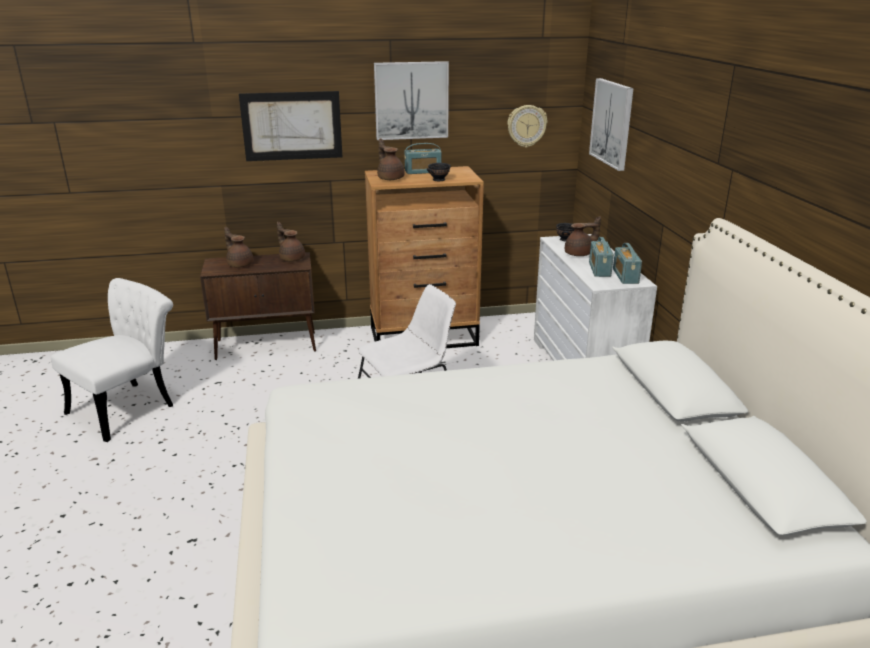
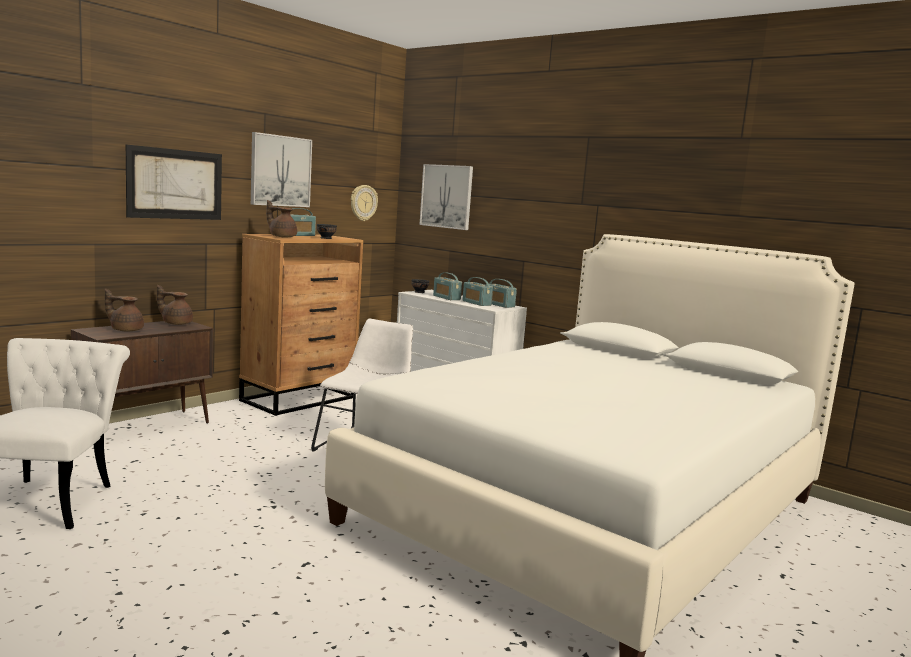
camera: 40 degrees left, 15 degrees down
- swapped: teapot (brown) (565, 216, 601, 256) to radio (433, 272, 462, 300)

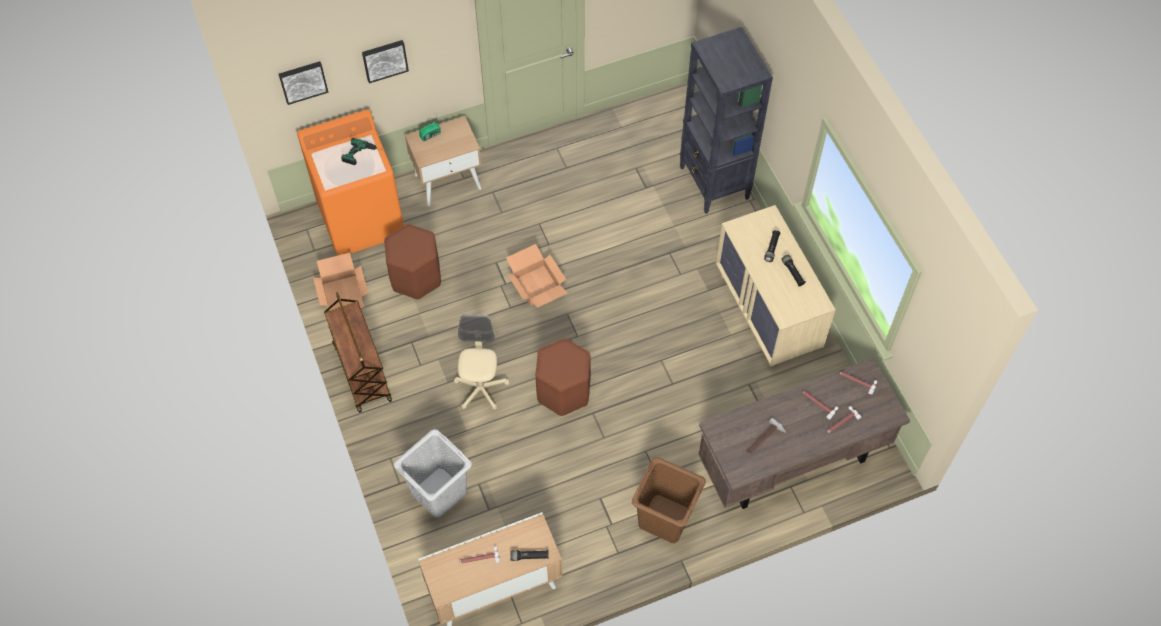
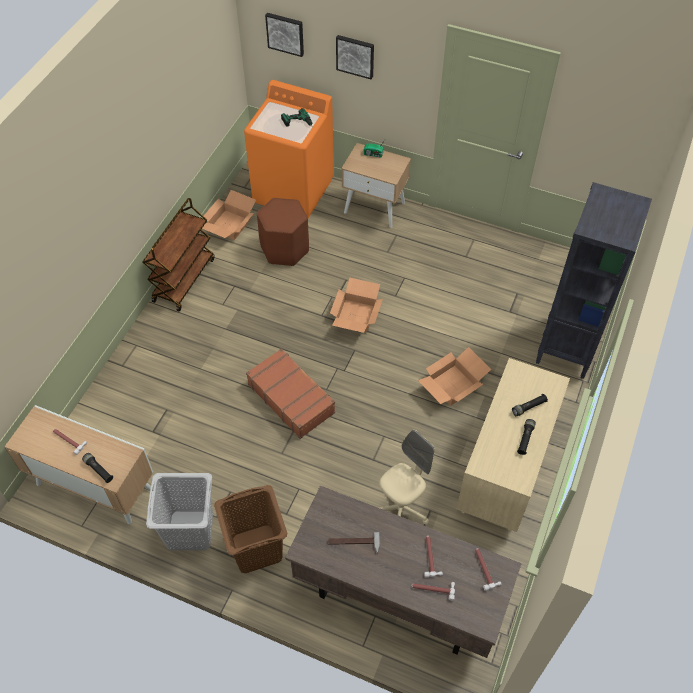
camera: 45 degrees right, 5 degrees down
- shifted: laundry basket (grey) (394, 429, 472, 518) to (146, 473, 213, 550)
- swapped: stool (brown) (535, 338, 591, 416) to suitcase (brown) (246, 348, 335, 439)
- shifted: office chair (beige) (454, 314, 510, 410) to (379, 430, 435, 525)
- new: cardboard box (418, 347, 491, 406)

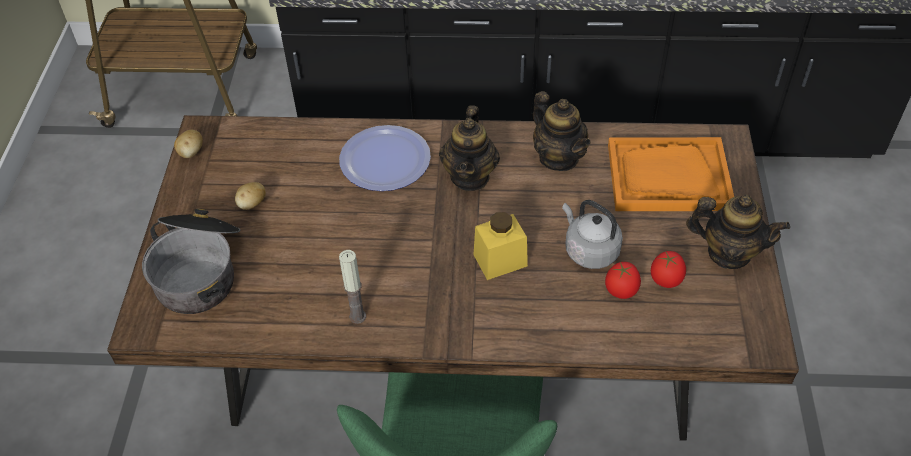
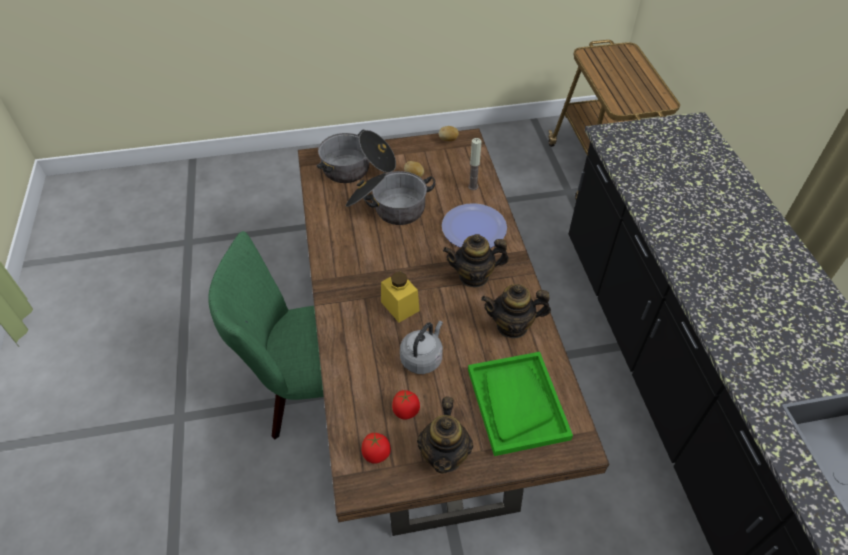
camera: 75 degrees right, 0 degrees up
- new: cooking pot (346, 171, 435, 225)
- shifted: tomato (605, 262, 641, 299) to (361, 433, 391, 464)
- shifted: candle (339, 250, 366, 324) to (468, 138, 482, 190)
- repainted: tray (orange) (608, 137, 734, 211) to tray (green) (468, 352, 573, 456)
- rotated: teapot (533, 91, 591, 171) = (481, 284, 551, 339) 45 degrees clockwise

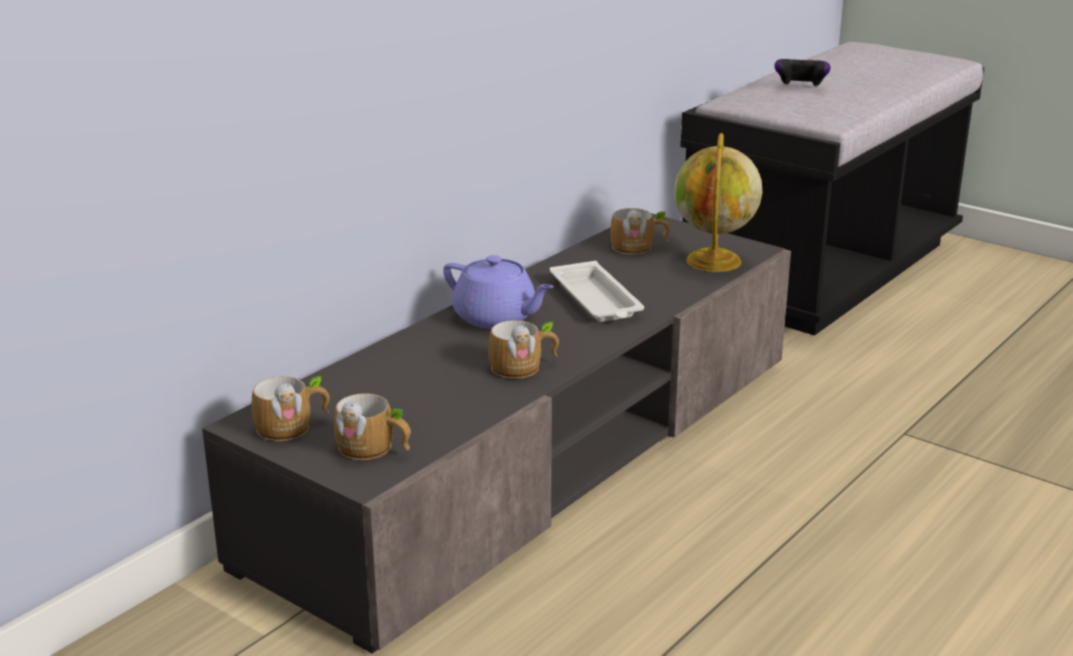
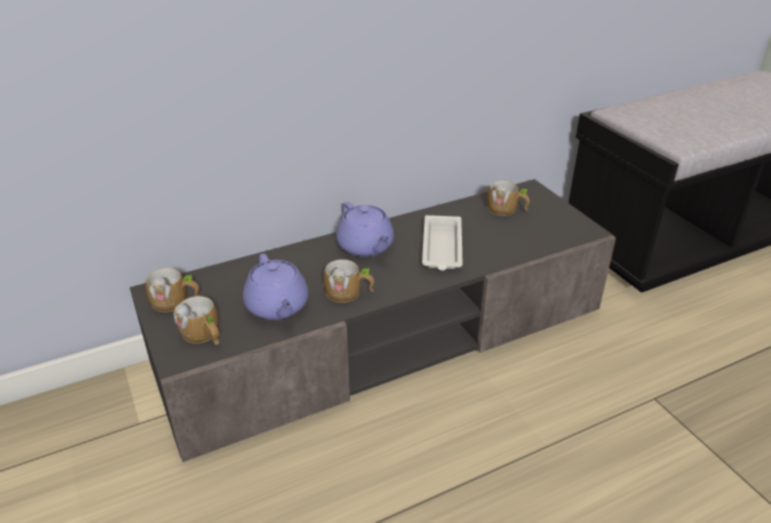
camera: 25 degrees right, 10 degrees up
- new: teapot (purple) (243, 254, 309, 320)
- gone: globe (674, 133, 762, 272)
- gone: game controller (774, 59, 830, 87)

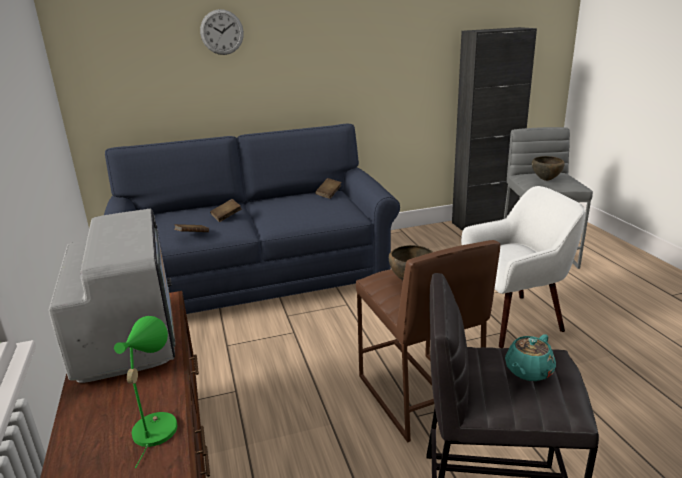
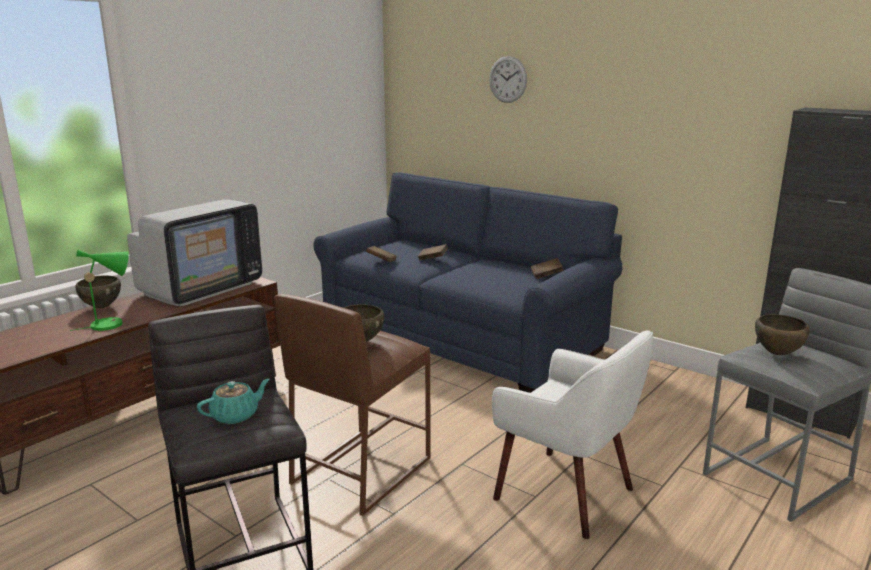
camera: 55 degrees right, 5 degrees down
- new: bowl (brown) (75, 275, 121, 308)
- rotated: teapot (turquoise) (505, 334, 556, 381) = (197, 379, 270, 424) 135 degrees clockwise

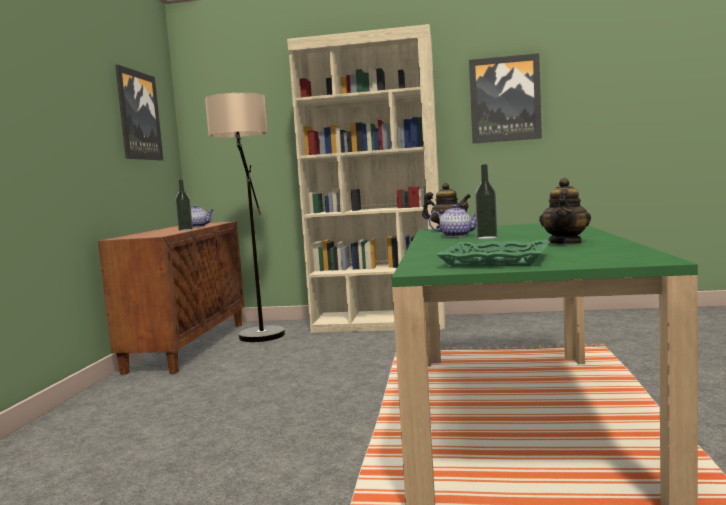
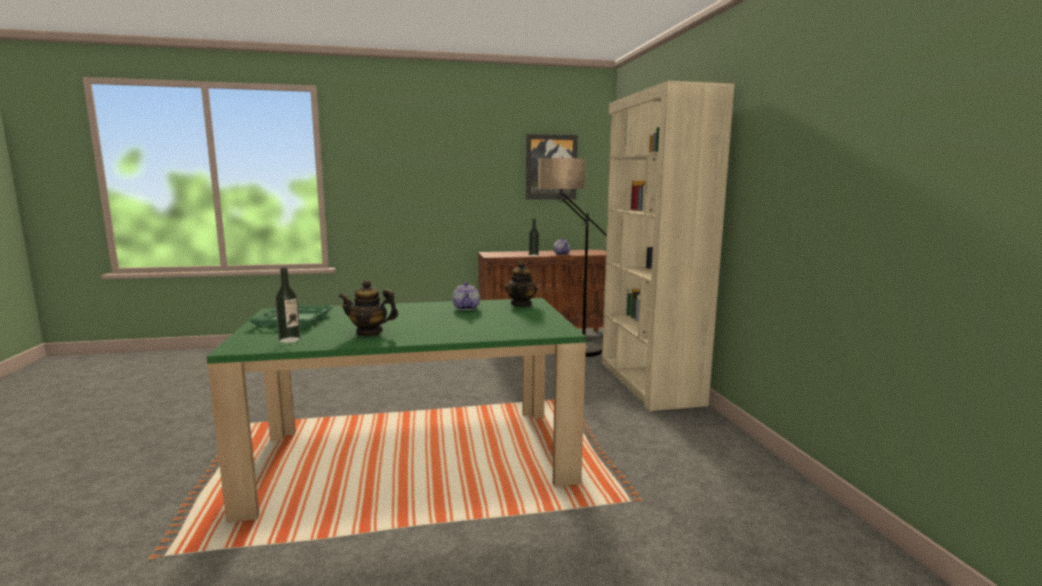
camera: 70 degrees right, 5 degrees up
- shifted: bottle (475, 164, 497, 239) to (275, 267, 301, 343)
- gone: picture (469, 53, 542, 144)

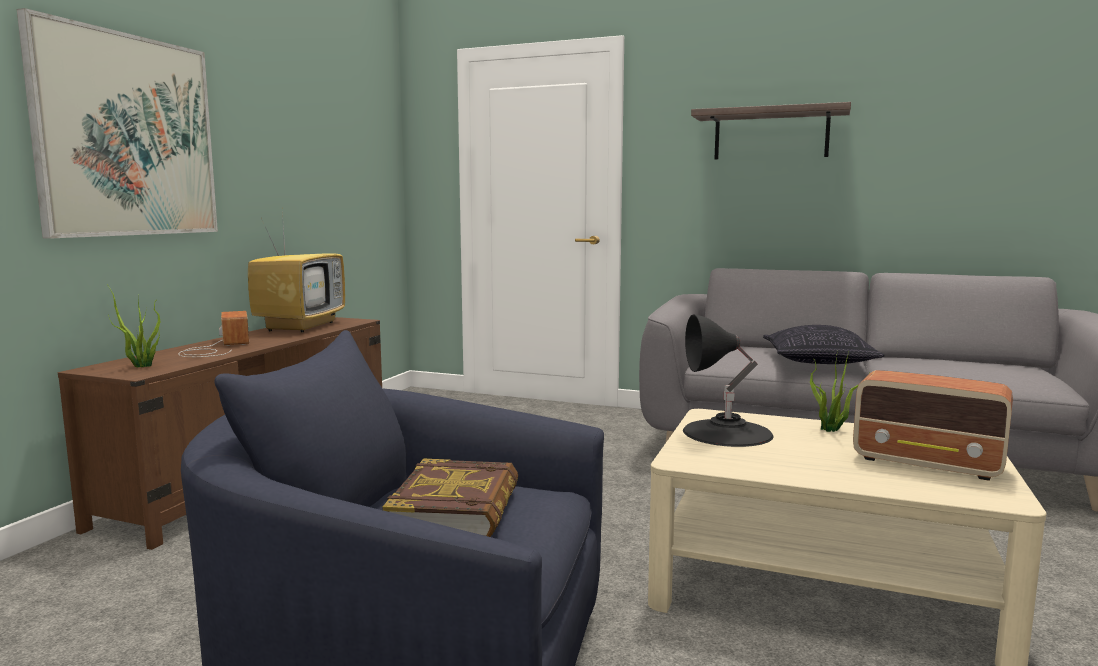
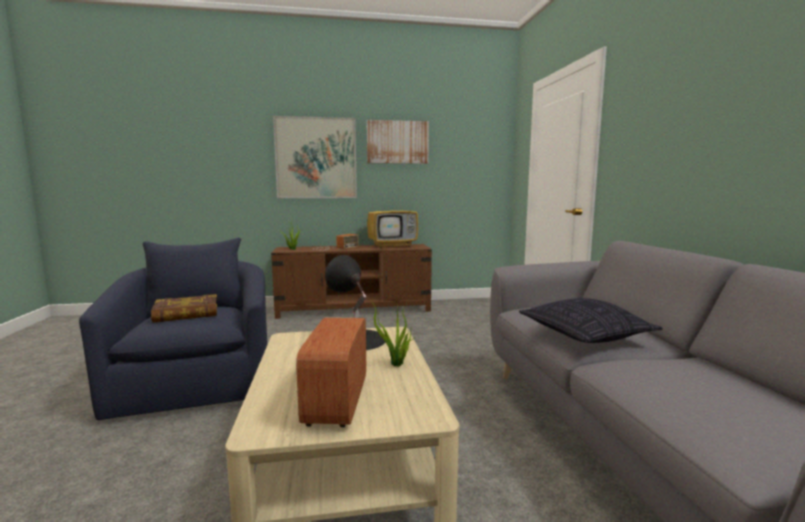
camera: 60 degrees right, 0 degrees up
- new: picture (367, 120, 429, 164)
- gone: shelf (691, 102, 851, 160)

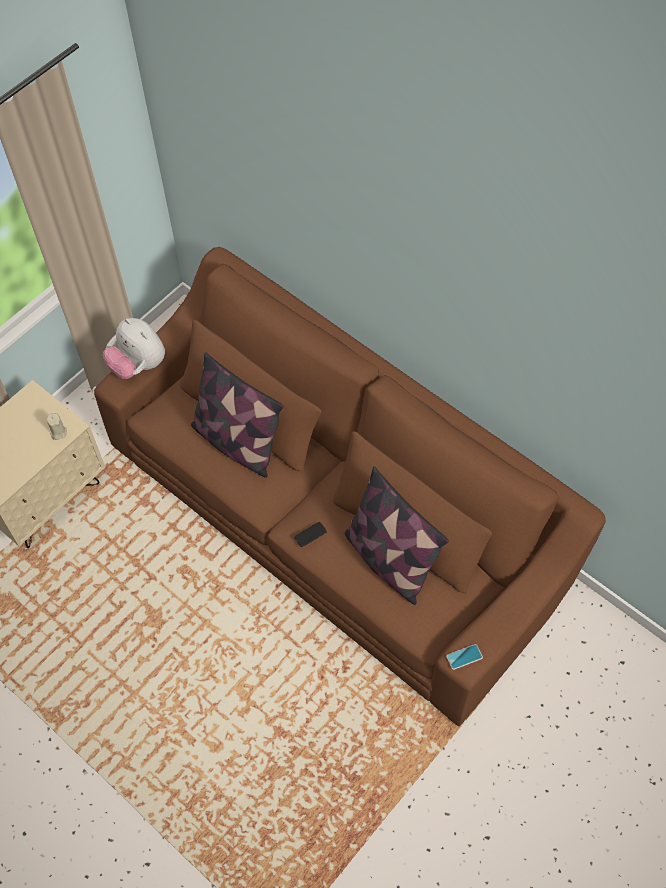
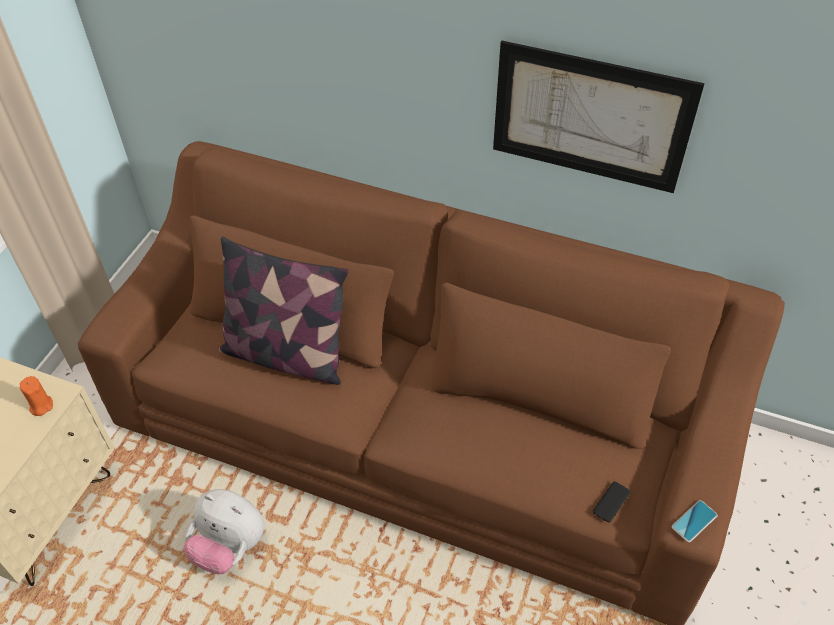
camera: 20 degrees left, 10 degrees down
- repainted: candle (beige) (46, 413, 67, 440) to candle (orange) (20, 376, 53, 416)
- shifted: plush toy (103, 318, 165, 379) to (183, 489, 264, 575)
- new: picture (493, 41, 705, 193)
- shifted: phone (294, 522, 327, 547) to (593, 481, 631, 523)
- gone: pillow (344, 467, 449, 605)

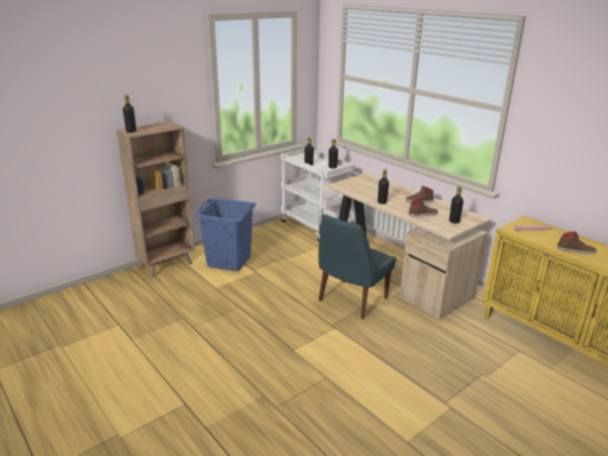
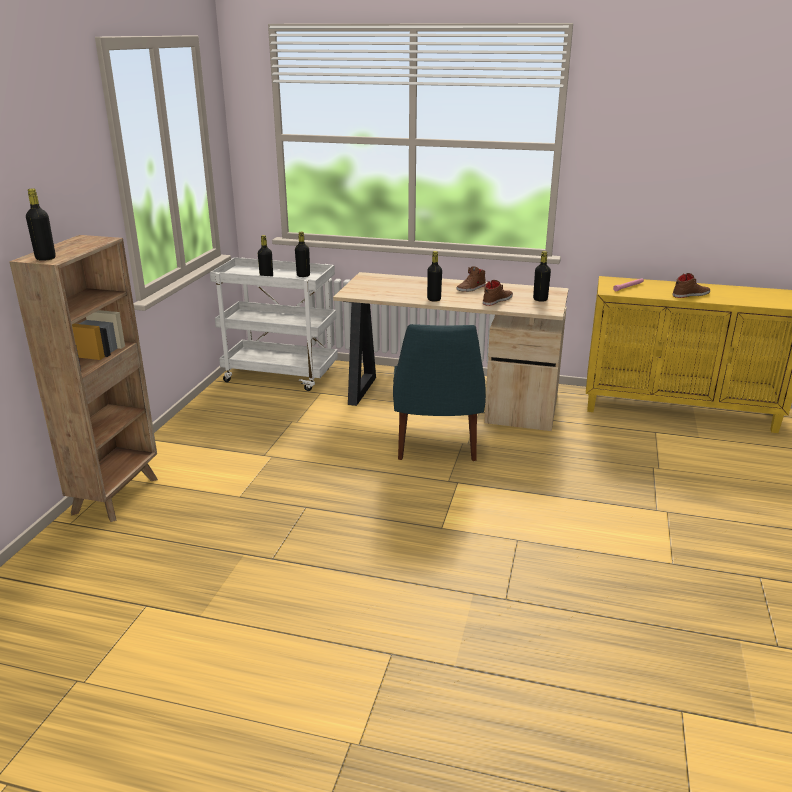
camera: 35 degrees left, 0 degrees up
- gone: laundry basket (blue) (195, 198, 256, 271)

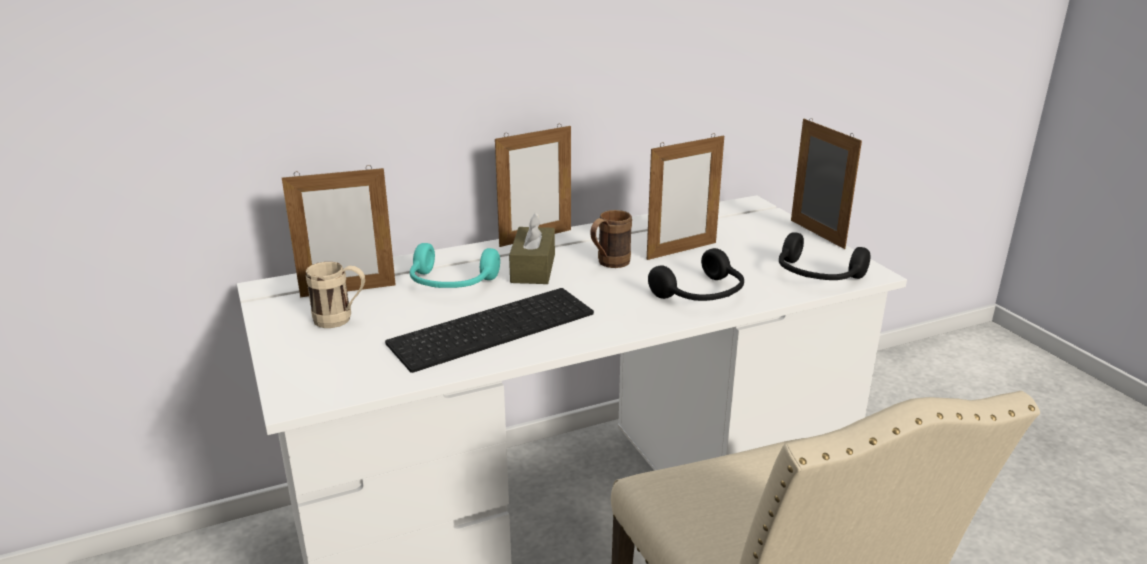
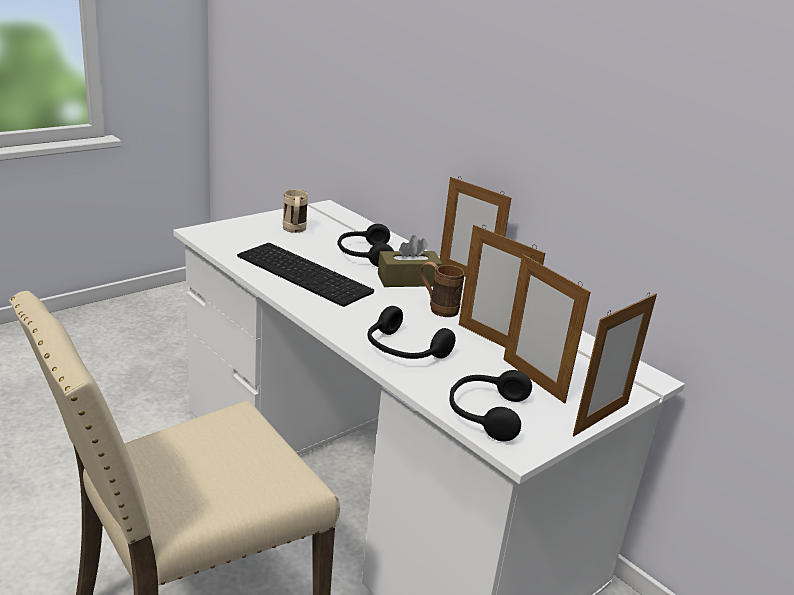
camera: 70 degrees right, 0 degrees up
- repainted: headphones (turquoise) (410, 243, 500, 288) to headphones (black) (337, 224, 394, 267)
- shifted: picture frame (282, 165, 396, 297) to (503, 254, 591, 404)

